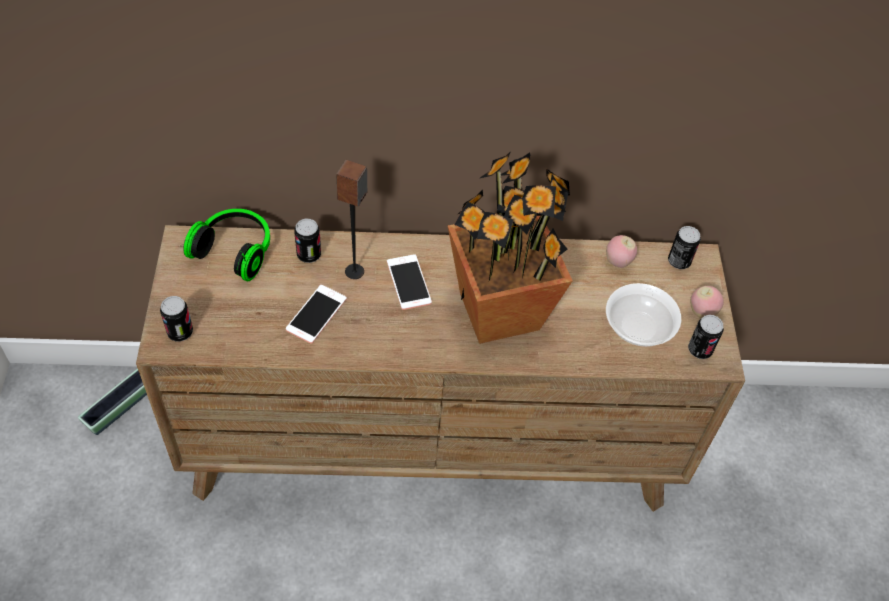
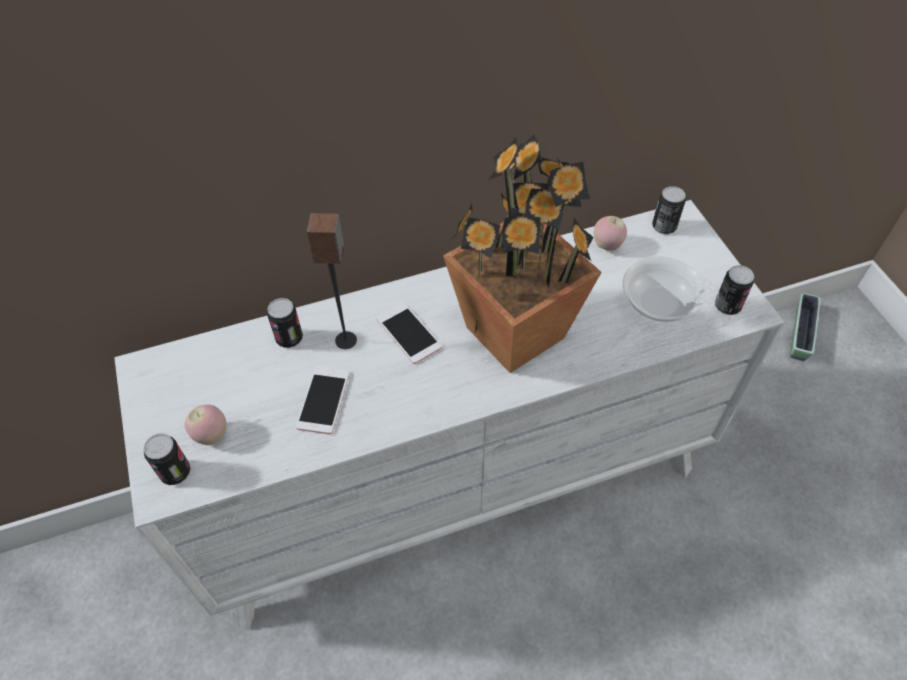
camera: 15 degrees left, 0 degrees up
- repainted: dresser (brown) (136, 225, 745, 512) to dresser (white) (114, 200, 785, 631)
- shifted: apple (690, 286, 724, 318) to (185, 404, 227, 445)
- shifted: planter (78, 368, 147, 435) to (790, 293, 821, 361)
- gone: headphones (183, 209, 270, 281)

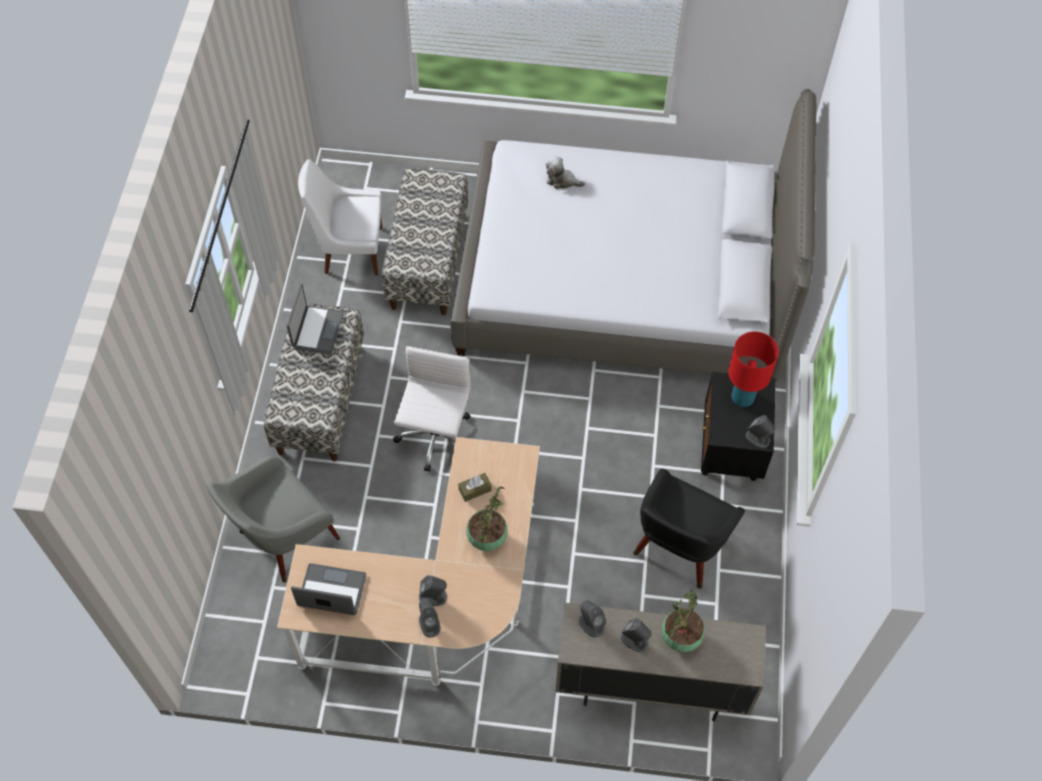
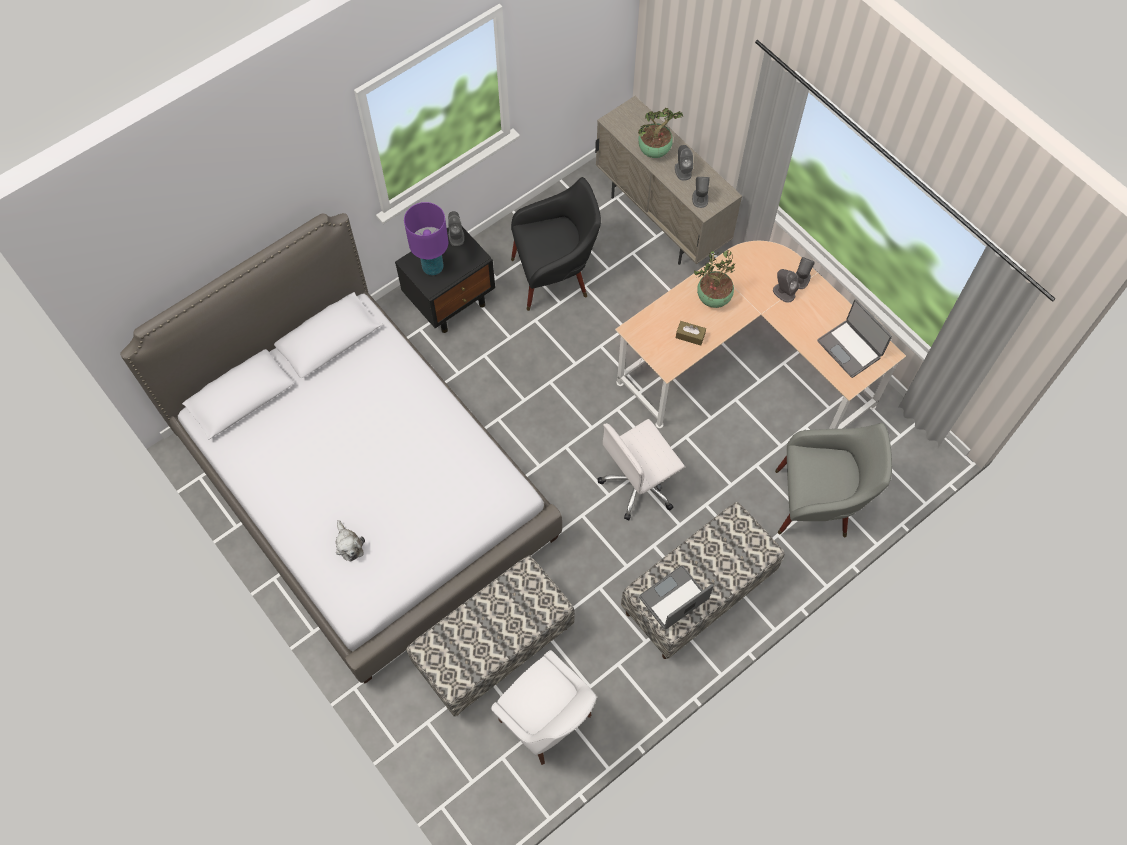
camera: 135 degrees left, 5 degrees up
- repainted: table lamp (red) (728, 331, 779, 407) to table lamp (purple) (404, 202, 448, 275)

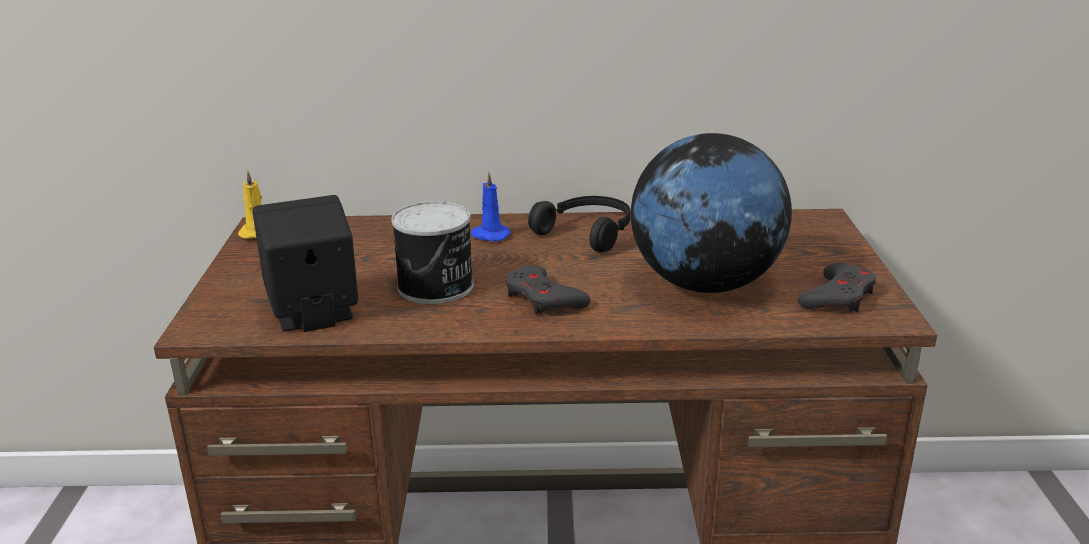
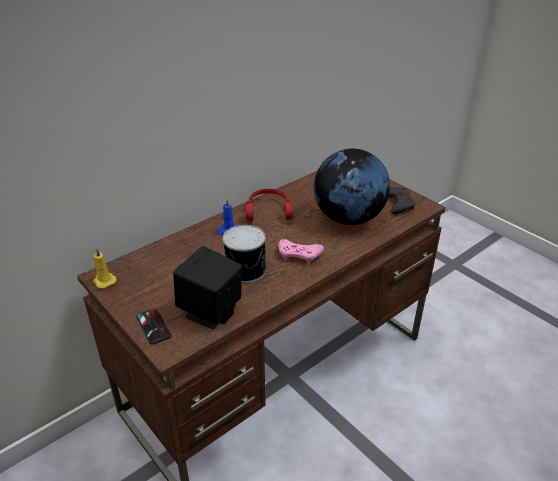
camera: 40 degrees left, 10 degrees up
- new: phone (136, 308, 171, 344)
- repainted: headphones (black) (528, 196, 630, 252) to headphones (red) (246, 189, 293, 221)
- repainted: game controller (grey) (505, 265, 590, 314) to game controller (pink) (278, 239, 324, 264)

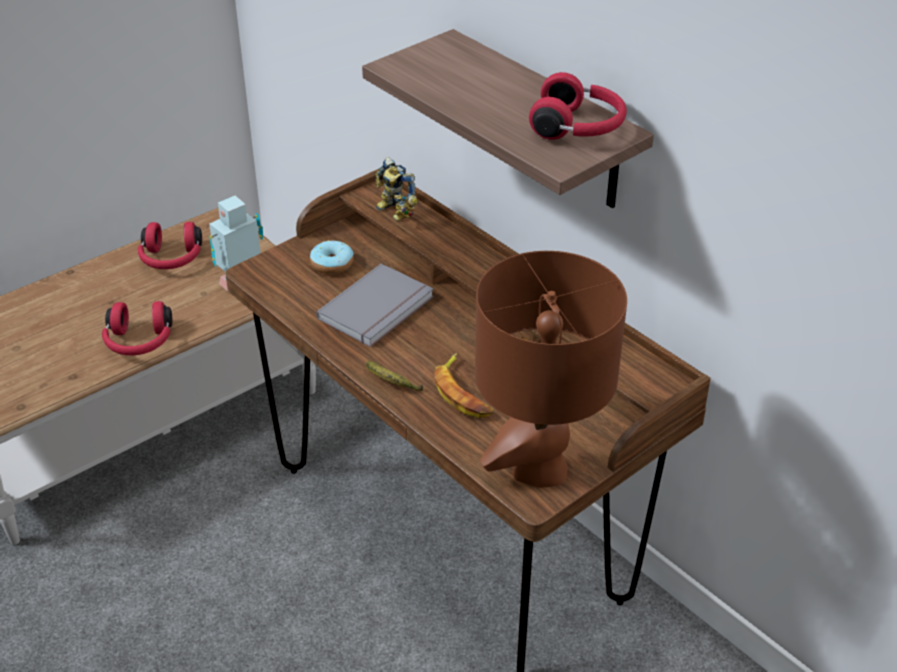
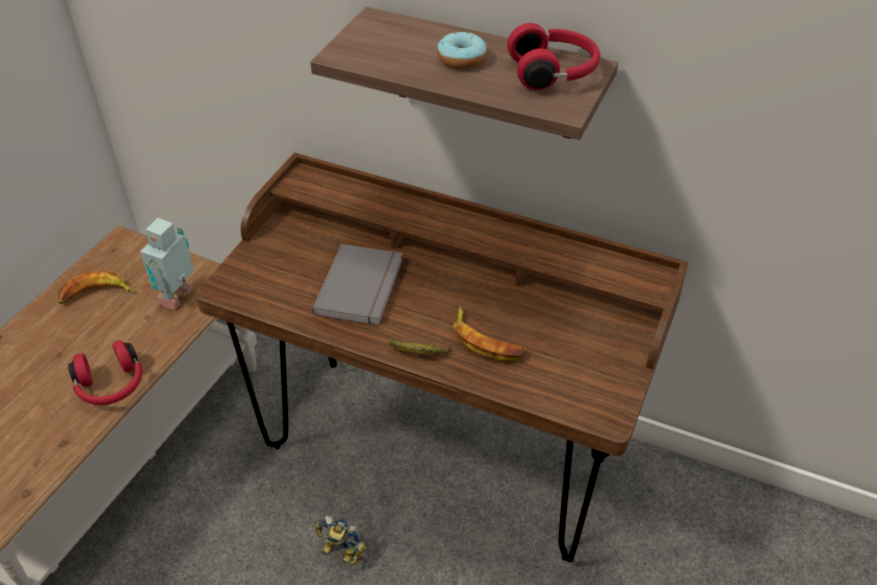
camera: 25 degrees left, 5 degrees up
- swapped: headphones (red) (138, 222, 202, 269) to banana (58, 271, 134, 304)
- shifted: toy robot (376, 157, 418, 221) to (315, 515, 366, 565)
- shifted: donut (310, 240, 353, 274) to (437, 32, 487, 69)
- gone: table lamp (brown) (475, 251, 627, 488)

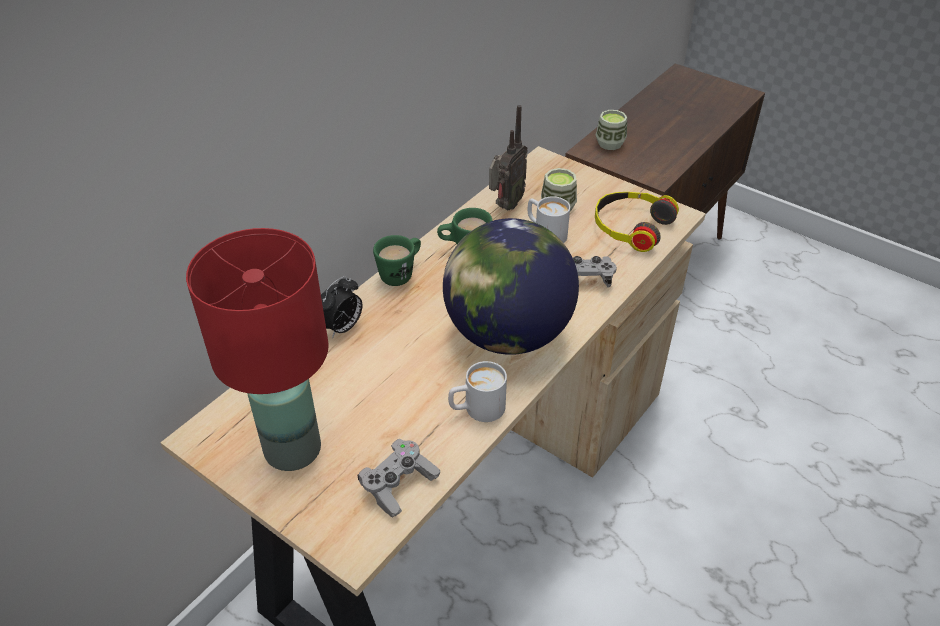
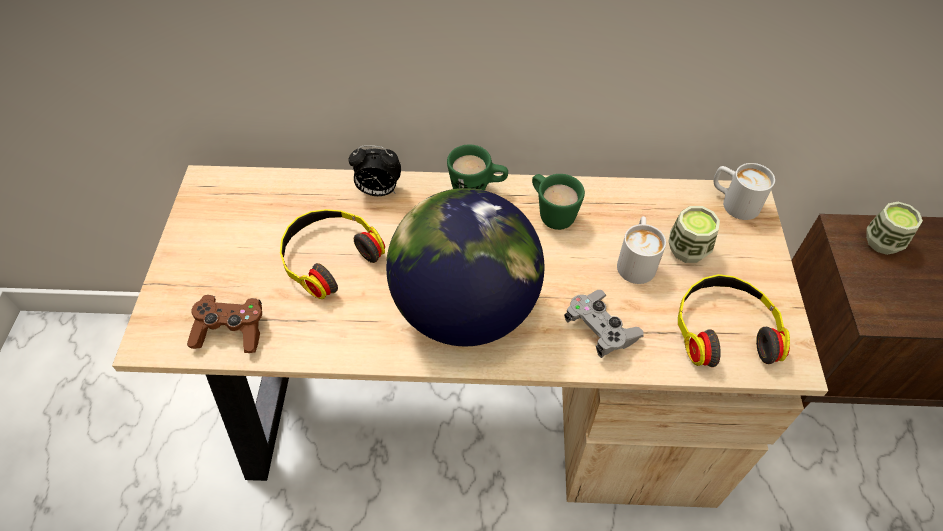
camera: 55 degrees right, 10 degrees up
- repainted: game controller (grey) (357, 439, 440, 518) to game controller (brown) (187, 295, 262, 353)
- new: headphones (280, 209, 385, 299)
- shifted: mug (white) (448, 361, 507, 422) to (713, 163, 775, 220)
- gone: table lamp (red) (186, 228, 329, 471)
- gone: radio (489, 105, 528, 211)

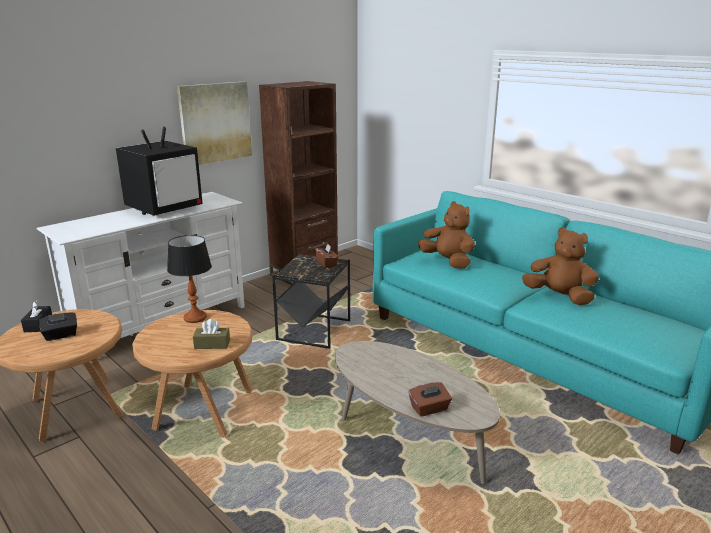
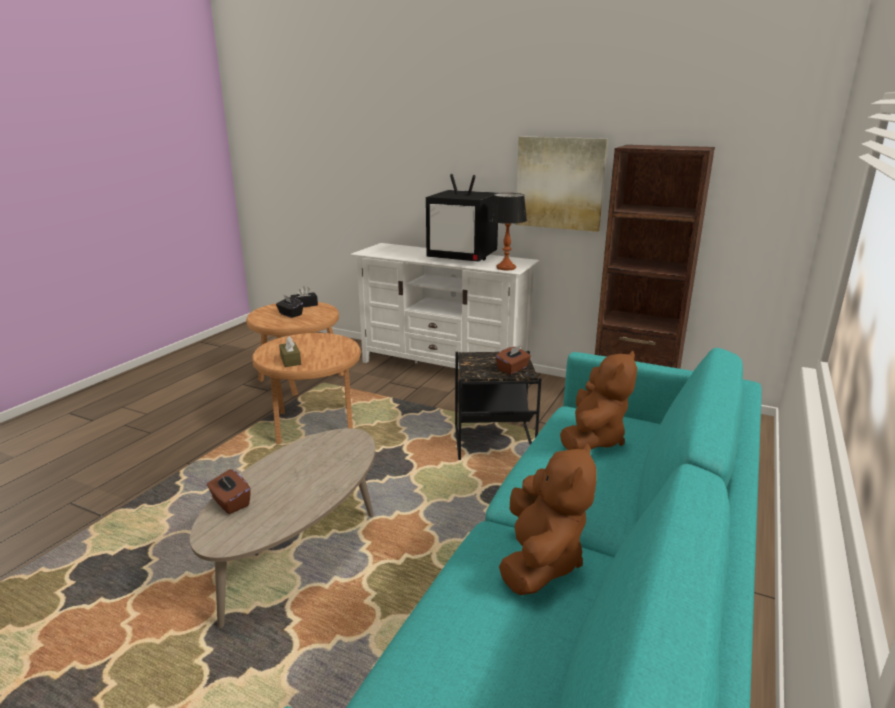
camera: 70 degrees right, 0 degrees up
- shifted: table lamp (167, 235, 212, 323) to (489, 193, 527, 270)

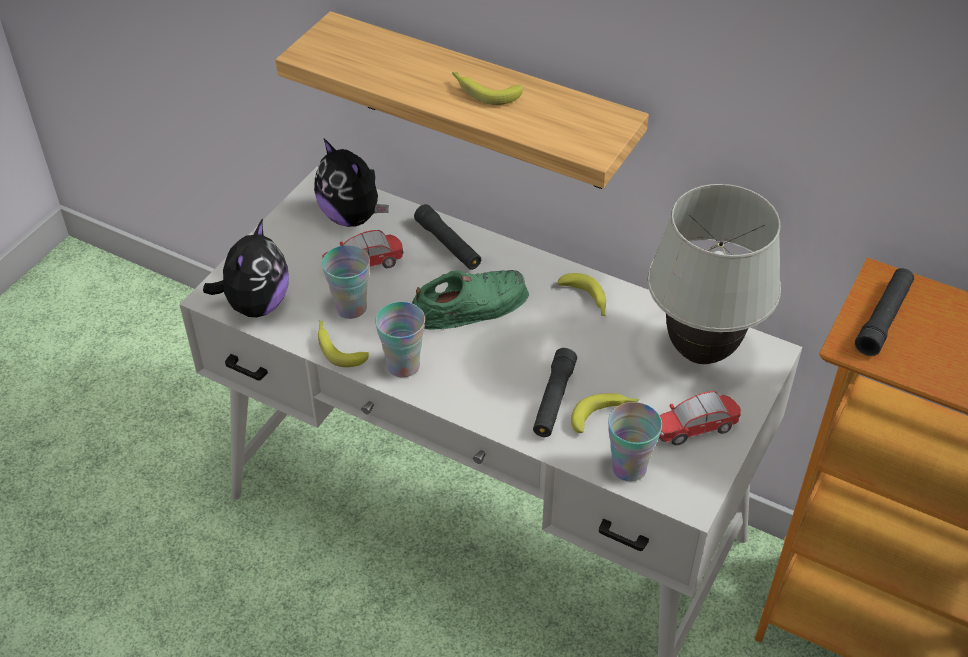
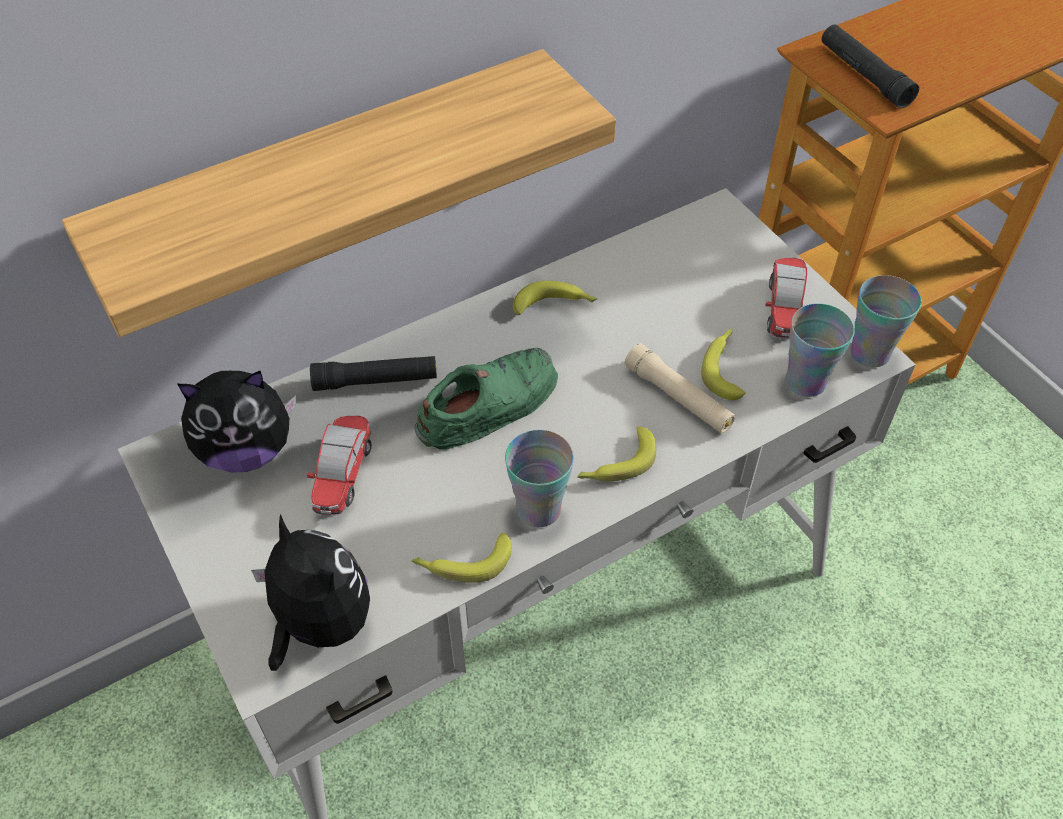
camera: 60 degrees left, 5 degrees up
- rotated: shoe (green) (412, 270, 529, 330) = (415, 348, 558, 450) 45 degrees clockwise
- shifted: banana (452, 72, 523, 105) to (577, 427, 656, 482)
- repainted: flashlight (black) (533, 348, 577, 437) to flashlight (beige) (625, 344, 736, 434)
- shifted: cup (322, 245, 370, 319) to (850, 275, 922, 367)
- gone: table lamp (white) (647, 184, 781, 364)

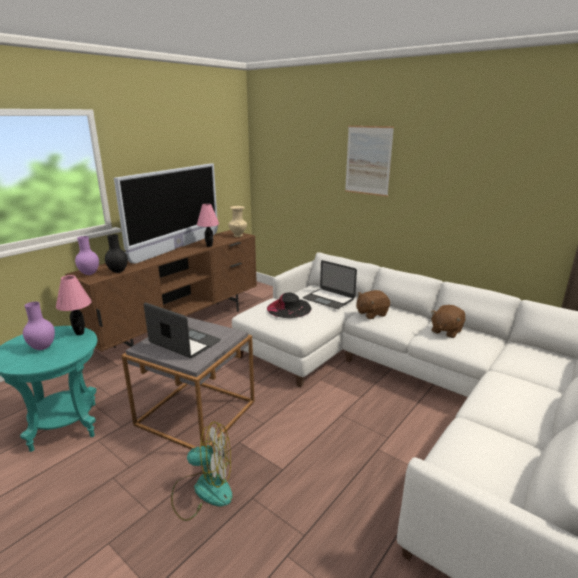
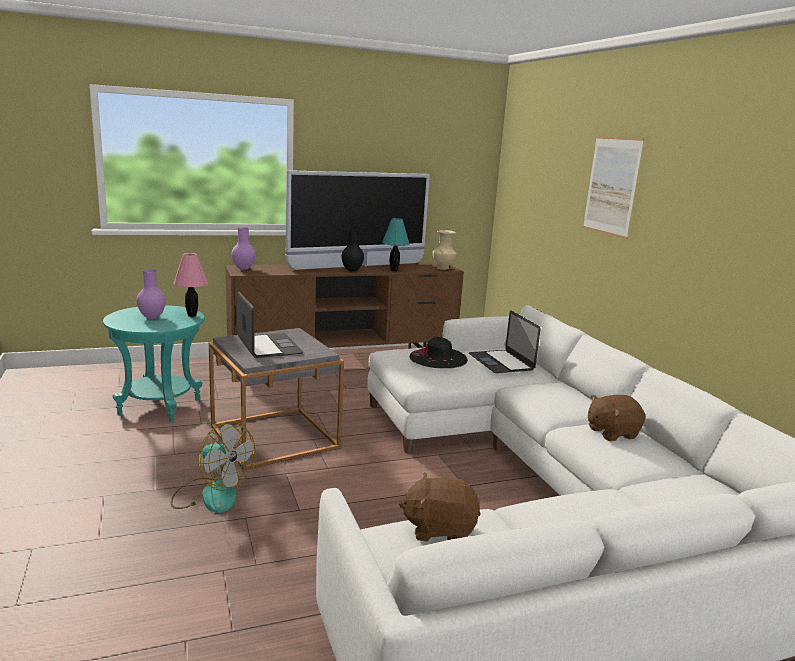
camera: 30 degrees right, 5 degrees down
- shifted: vase (black) (105, 234, 128, 273) to (342, 231, 364, 272)
- repainted: table lamp (pink) (197, 204, 219, 247) to table lamp (turquoise) (382, 218, 409, 272)
- shifted: plush toy (brown) (356, 290, 390, 319) to (399, 472, 481, 542)

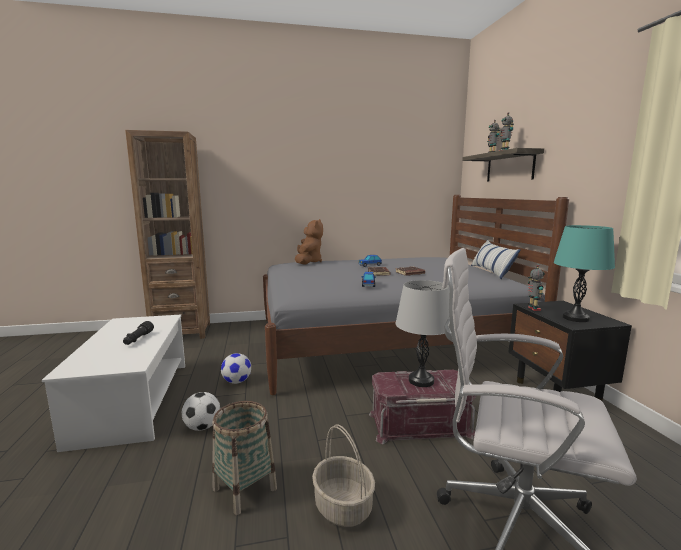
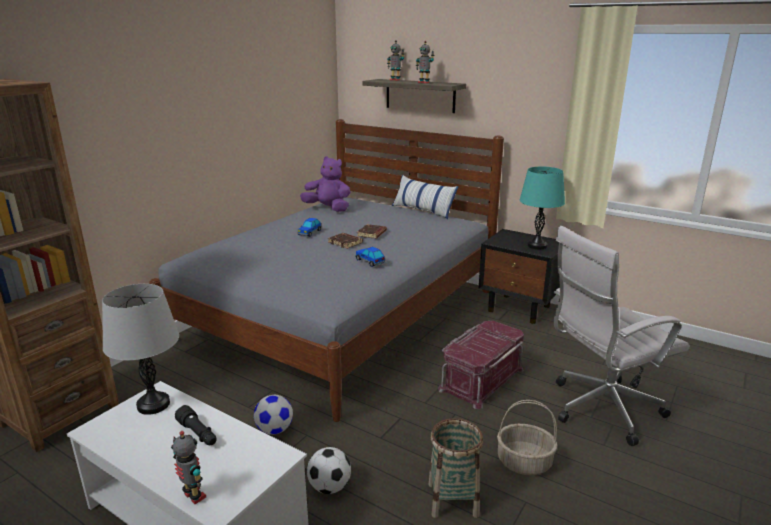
camera: 45 degrees left, 10 degrees up
- shifted: table lamp (grey) (395, 280, 451, 387) to (102, 284, 179, 415)
- shifted: toy robot (528, 264, 545, 311) to (171, 431, 206, 504)
- new: plush toy (purple) (300, 156, 350, 212)
- gone: plush toy (brown) (295, 219, 323, 264)

